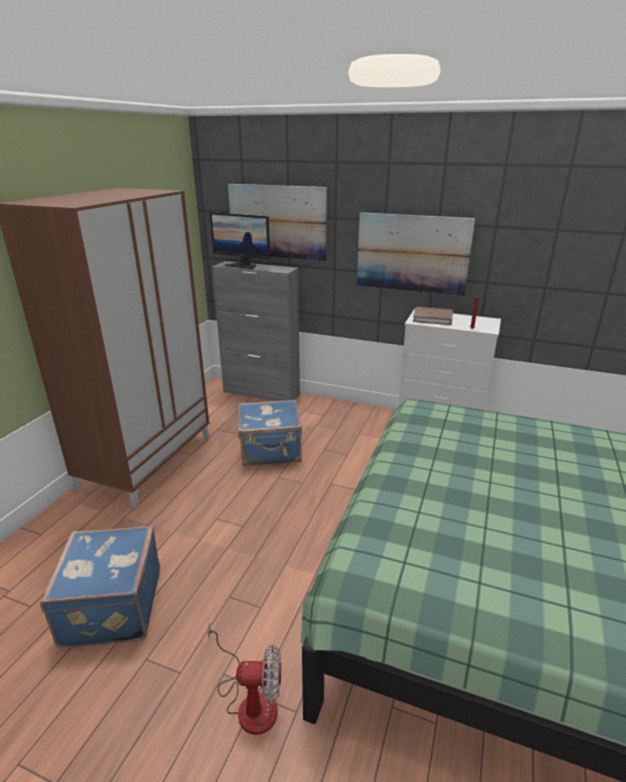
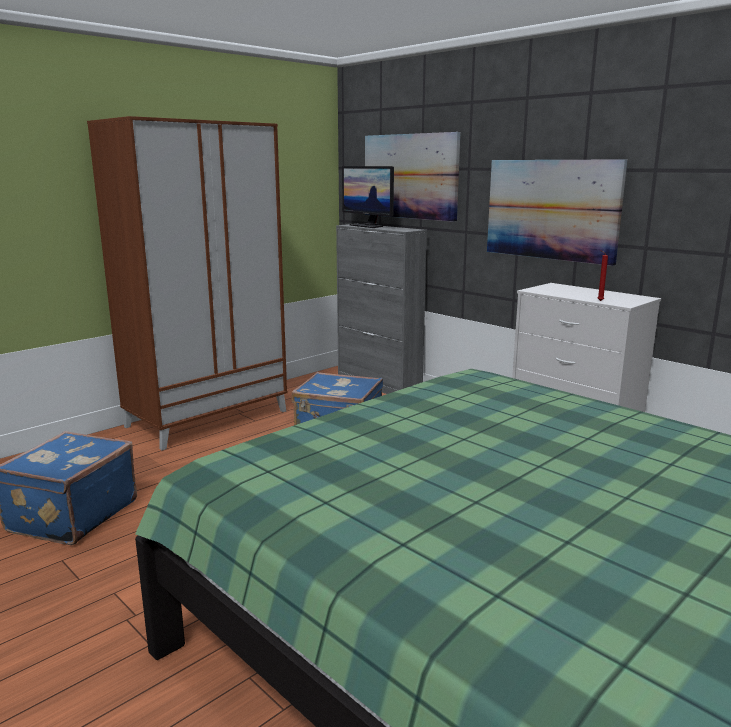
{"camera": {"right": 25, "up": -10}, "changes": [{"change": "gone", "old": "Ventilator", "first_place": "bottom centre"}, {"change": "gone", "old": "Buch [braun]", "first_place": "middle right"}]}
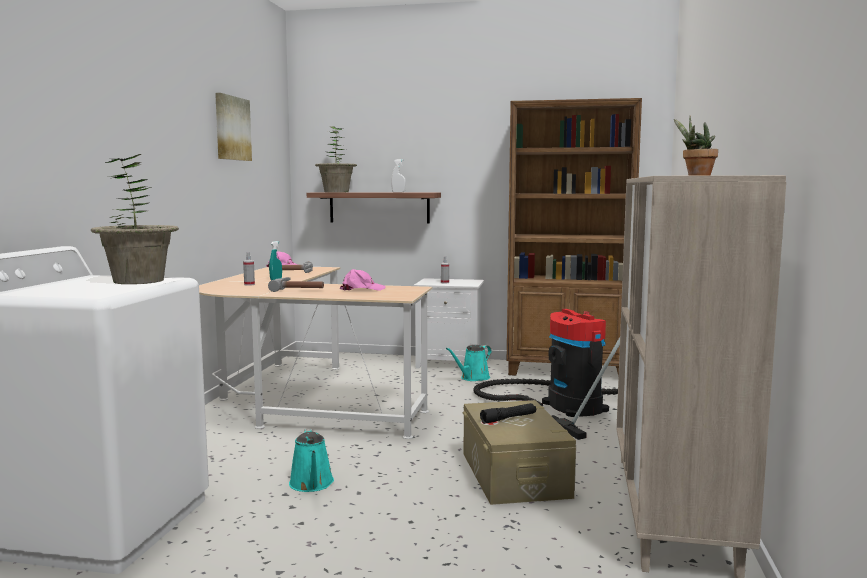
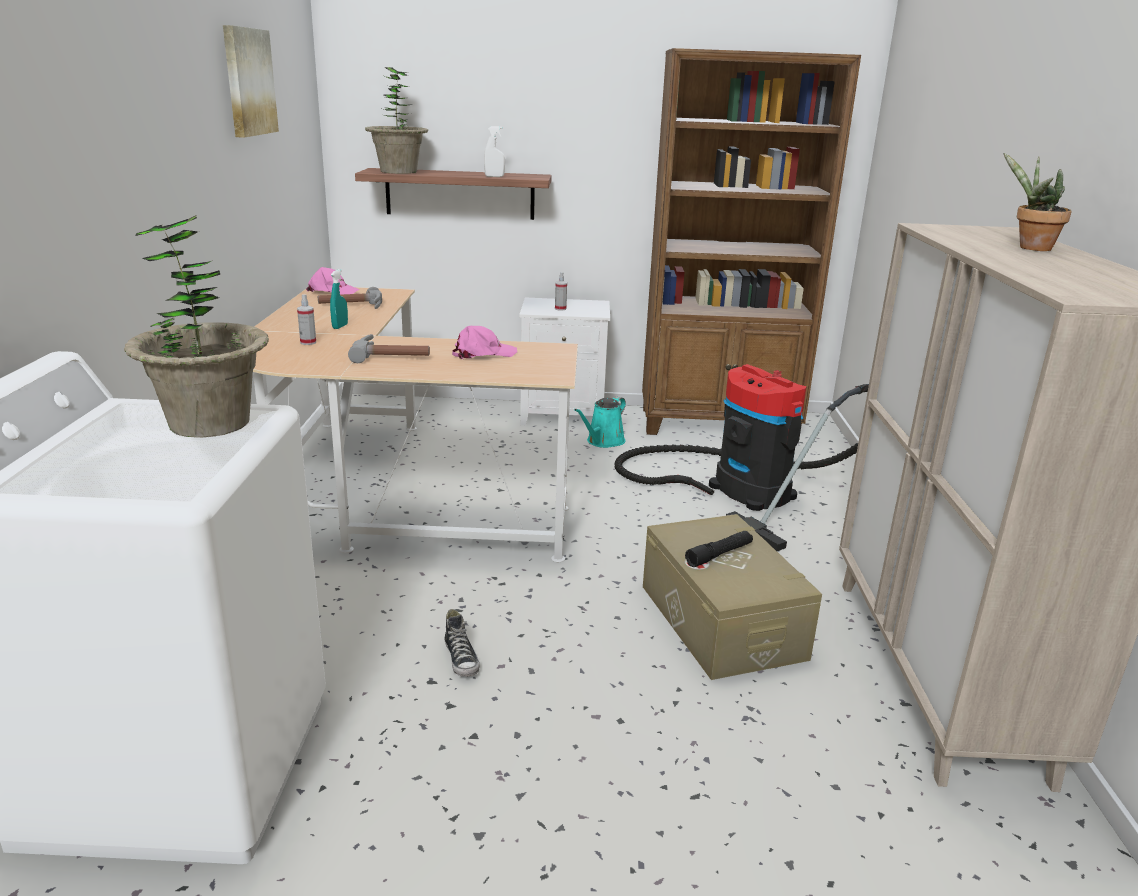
{"camera": {"right": -10, "up": 15}, "changes": [{"change": "swapped", "old": "Gießkanne [türkis] (no. 1 from left)", "new": "Schuh", "first_place": "bottom centre", "second_place": "bottom centre"}]}
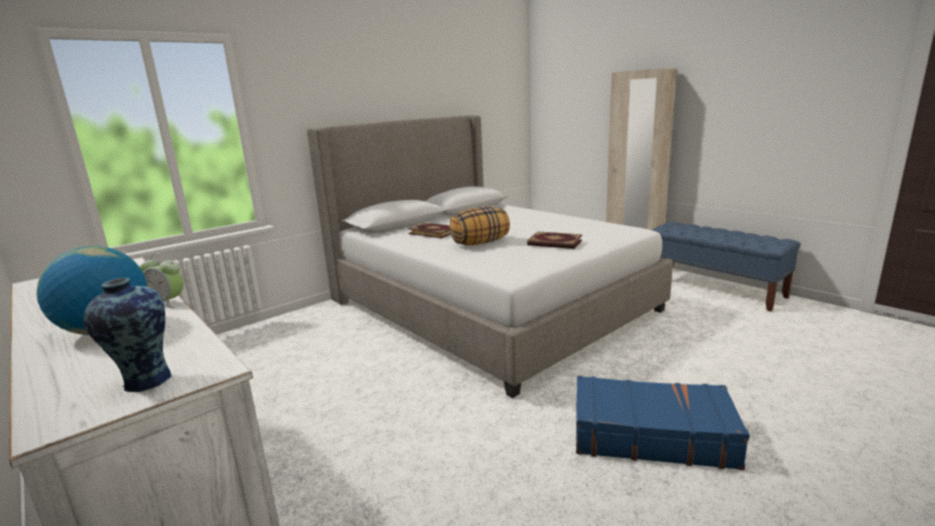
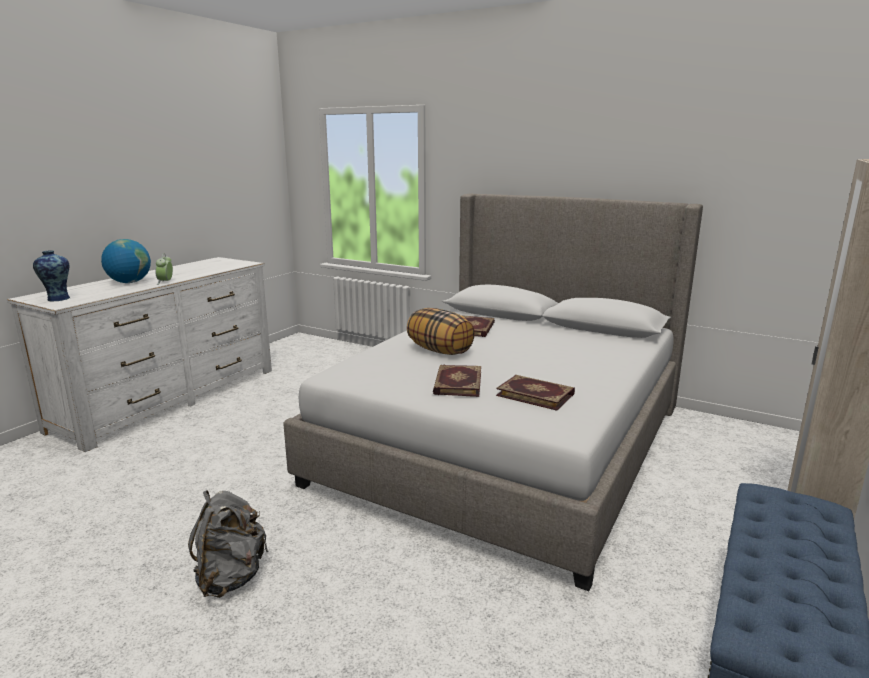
{"camera": {"right": 70, "up": 0}, "changes": [{"change": "swapped", "old": "Koffer [blau]", "new": "Rucksack [grau]", "first_place": "bottom right", "second_place": "bottom left"}, {"change": "new", "new": "Buch (no. 3 from left)", "second_place": "centre"}]}
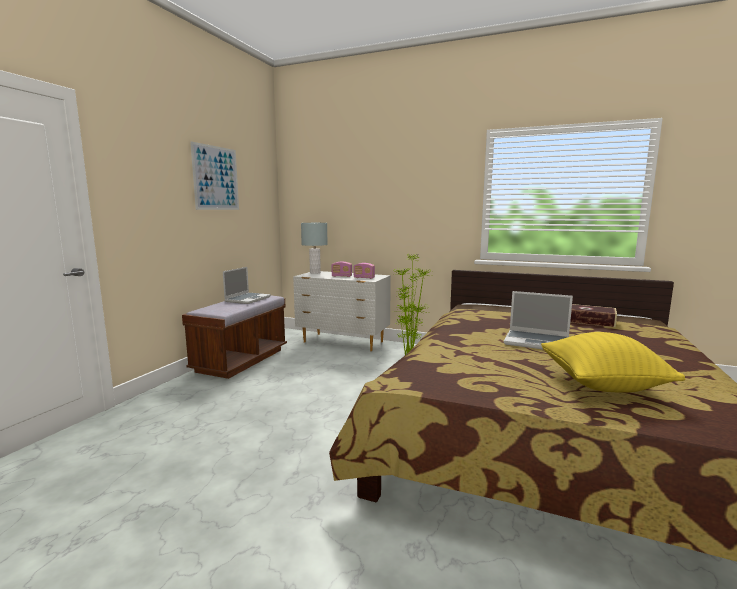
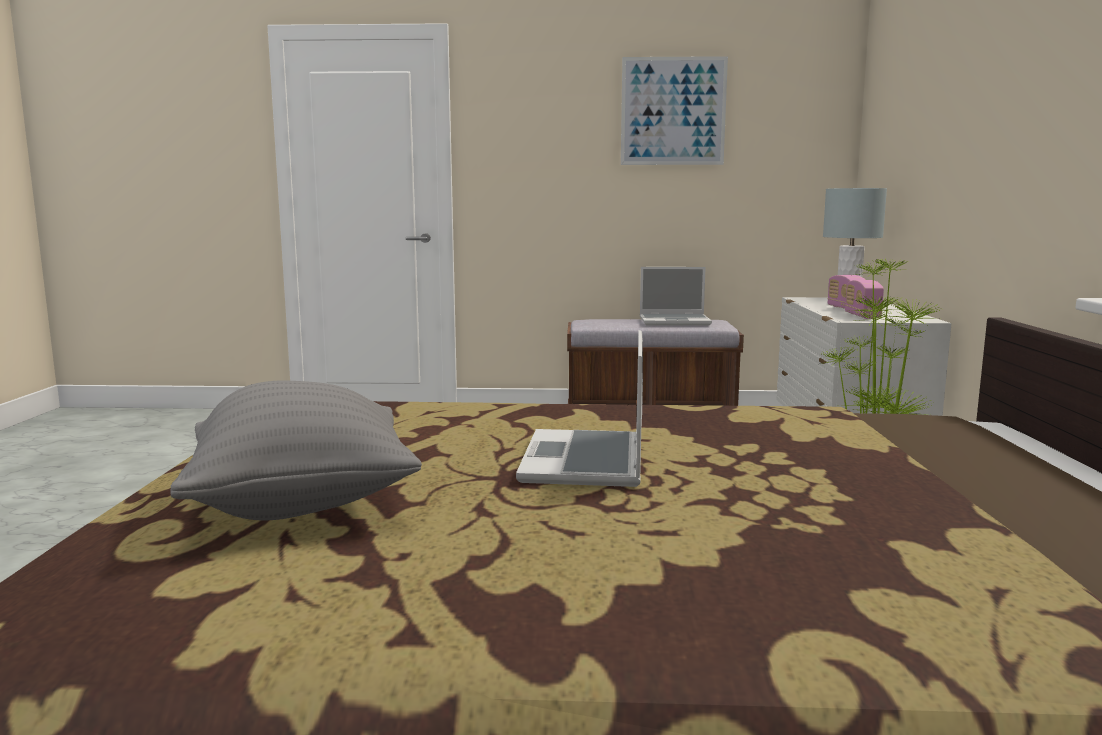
{"camera": {"right": 70, "up": 0}, "changes": [{"change": "repainted", "old": "Kissen [gelb]", "new": "Kissen [grau]", "first_place": "middle right", "second_place": "middle left"}, {"change": "gone", "old": "Buch", "first_place": "middle right"}]}
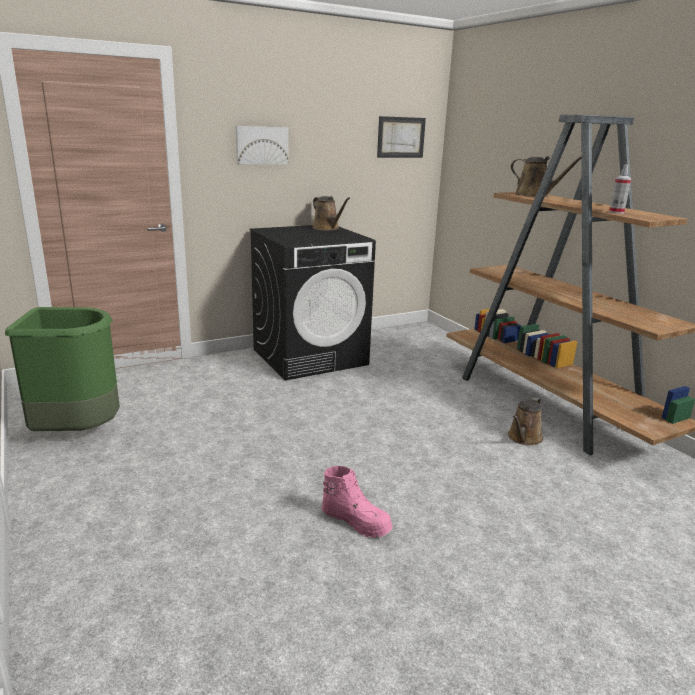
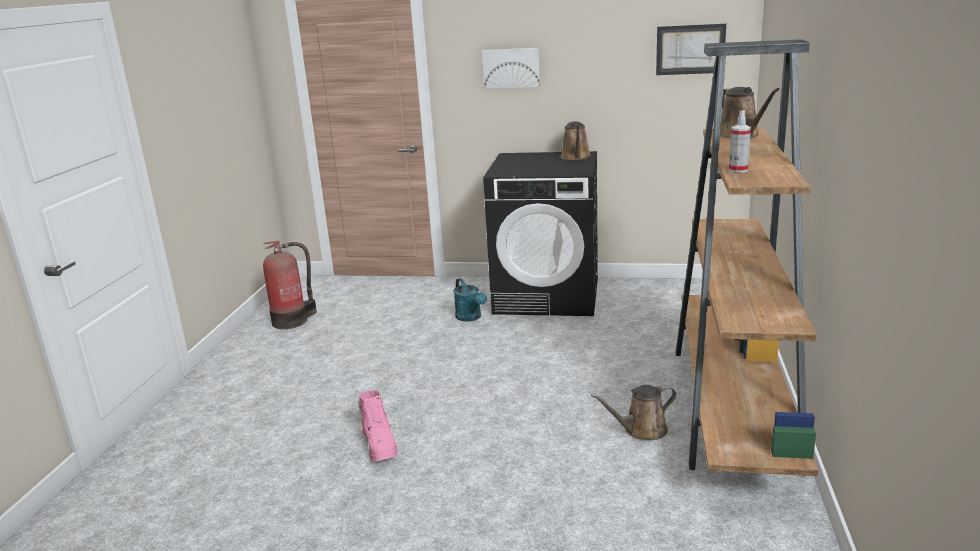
{"camera": {"right": 40, "up": 0}, "changes": [{"change": "swapped", "old": "Mülleimer [grün]", "new": "Feuerlöscher", "first_place": "middle left", "second_place": "middle left"}, {"change": "new", "new": "Gießkanne [türkis]", "second_place": "centre"}]}
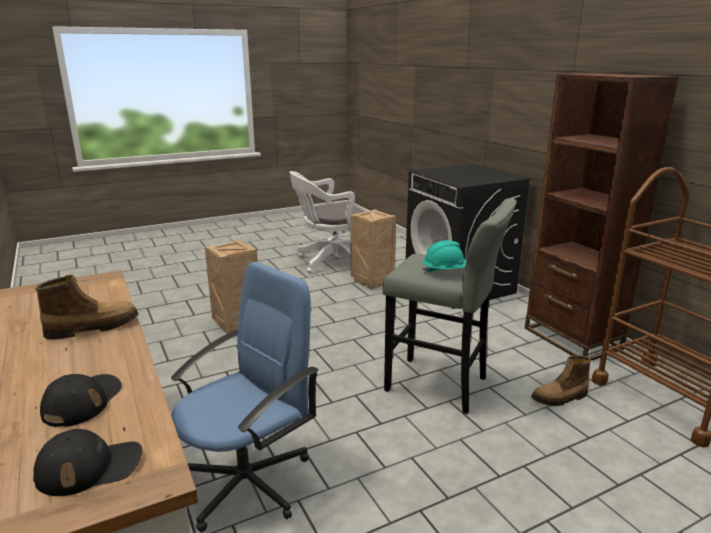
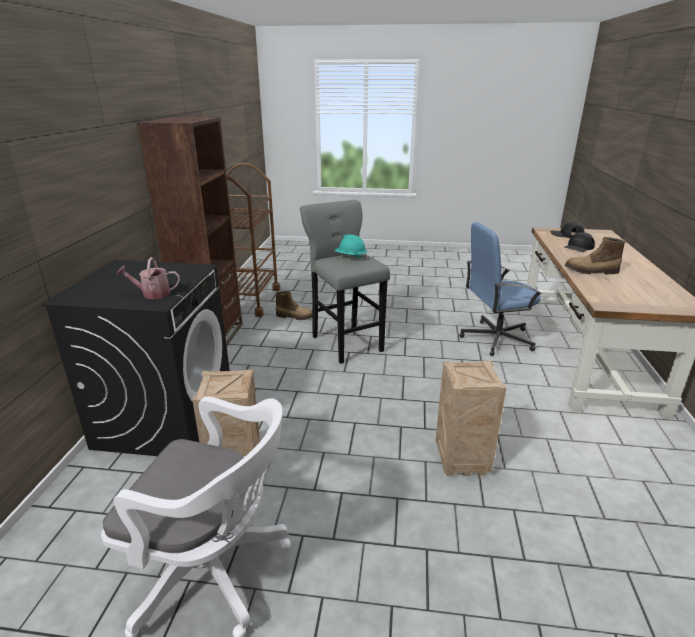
{"camera": {"right": -145, "up": 5}, "changes": [{"change": "new", "new": "Gießkanne", "second_place": "middle left"}]}
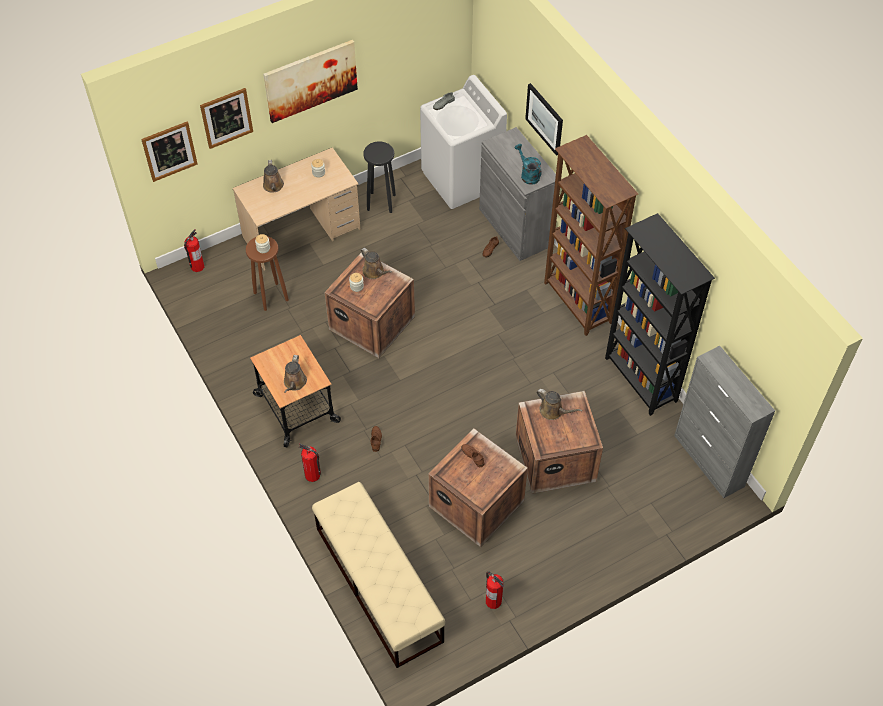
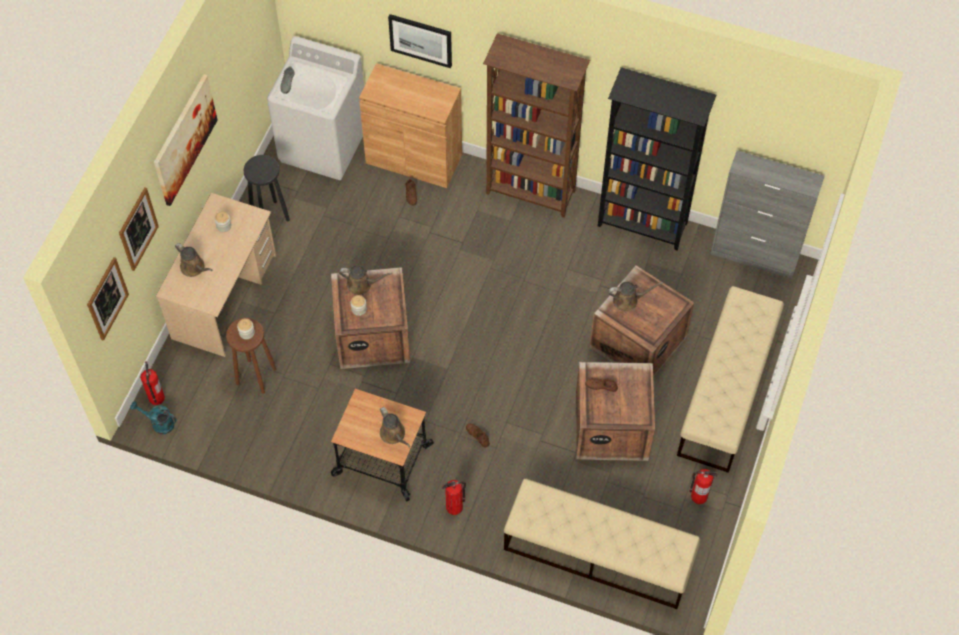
{"camera": {"right": -40, "up": 5}, "changes": [{"change": "shifted", "old": "Gießkanne [türkis]", "first_place": "top centre", "second_place": "middle left"}, {"change": "repainted", "old": "Schrank [grau] (no. 1 from left)", "new": "Schrank [braun]", "first_place": "top centre", "second_place": "top centre"}, {"change": "new", "new": "Bank [beige] (no. 2 from left)", "second_place": "middle right"}]}
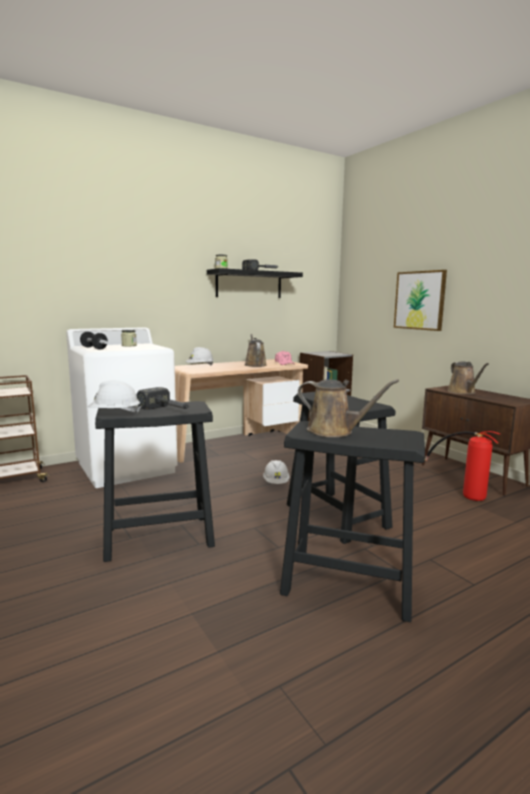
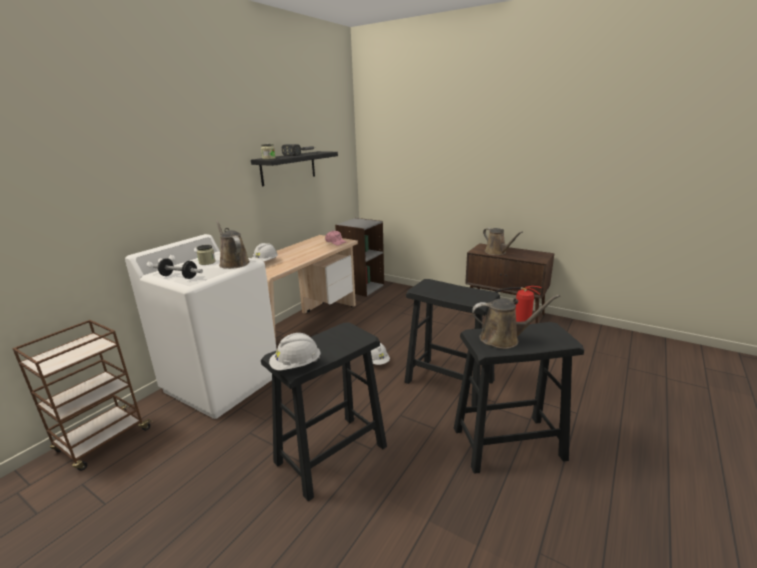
{"camera": {"right": -25, "up": 10}, "changes": [{"change": "shifted", "old": "Gießkanne [braun] (no. 1 from left)", "first_place": "centre", "second_place": "middle left"}, {"change": "gone", "old": "Hammer (no. 1 from left)", "first_place": "middle left"}, {"change": "gone", "old": "Bild", "first_place": "middle right"}]}
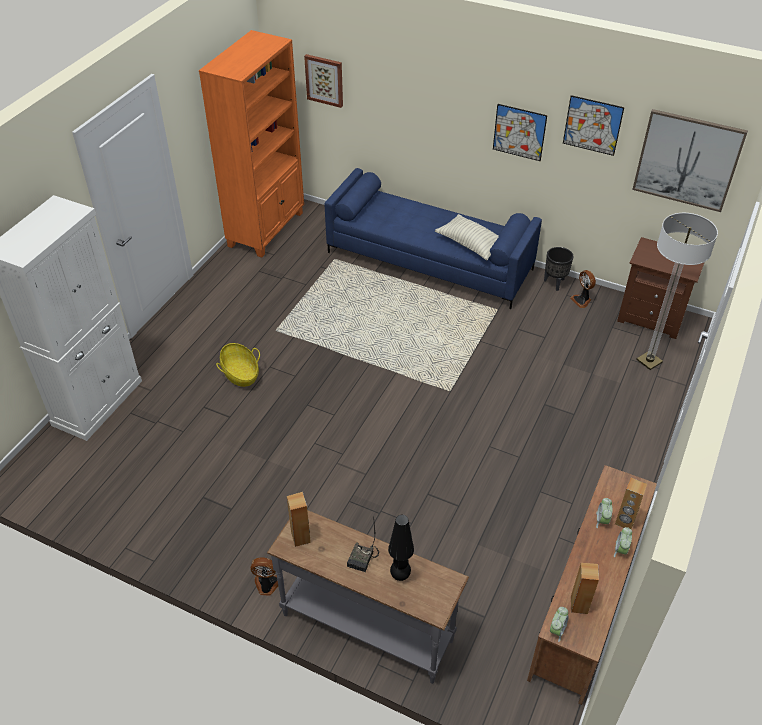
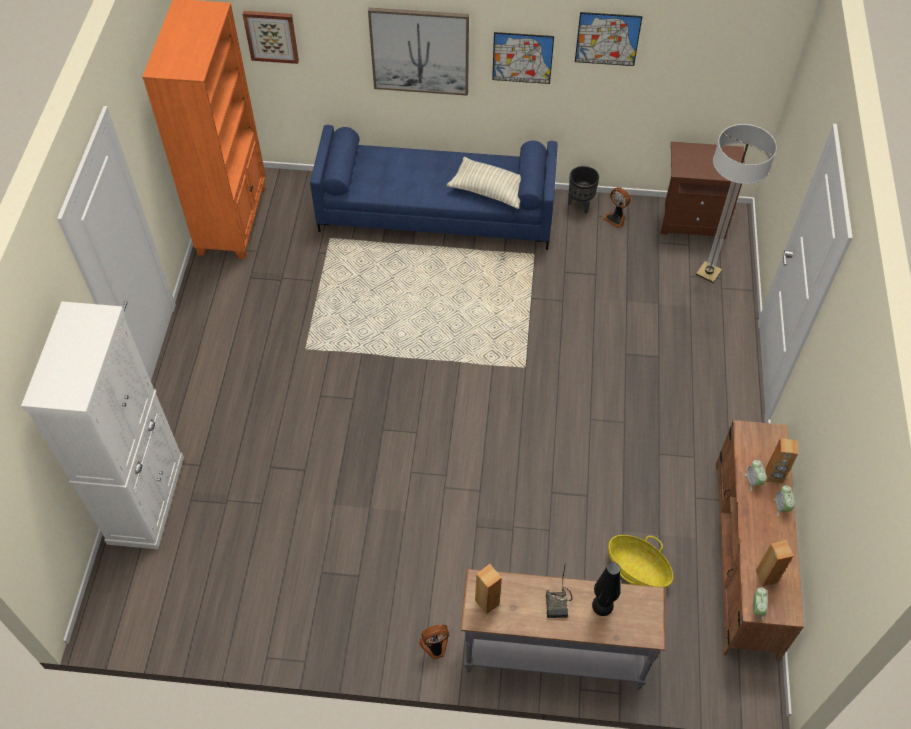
{"camera": {"right": -20, "up": 10}, "changes": [{"change": "shifted", "old": "Bild (no. 4 from left in the first image)", "new": "Bild (no. 2 from left)", "first_place": "top right", "second_place": "top centre"}, {"change": "shifted", "old": "Korb", "first_place": "middle left", "second_place": "bottom right"}]}
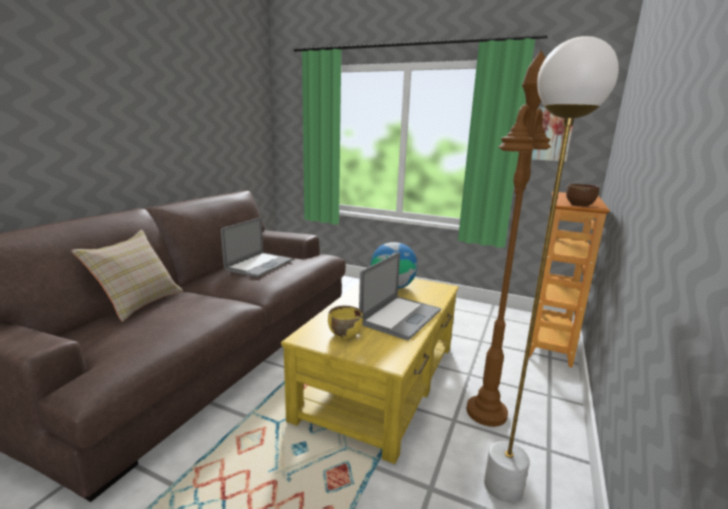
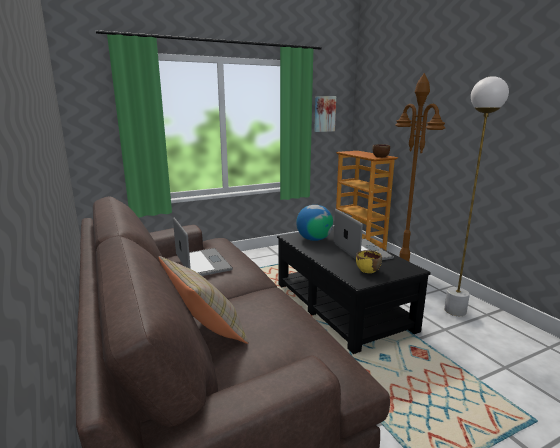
{"camera": {"right": -50, "up": 0}, "changes": [{"change": "repainted", "old": "Couchtisch [gelb]", "new": "Couchtisch [schwarz]", "first_place": "bottom centre", "second_place": "centre"}]}
